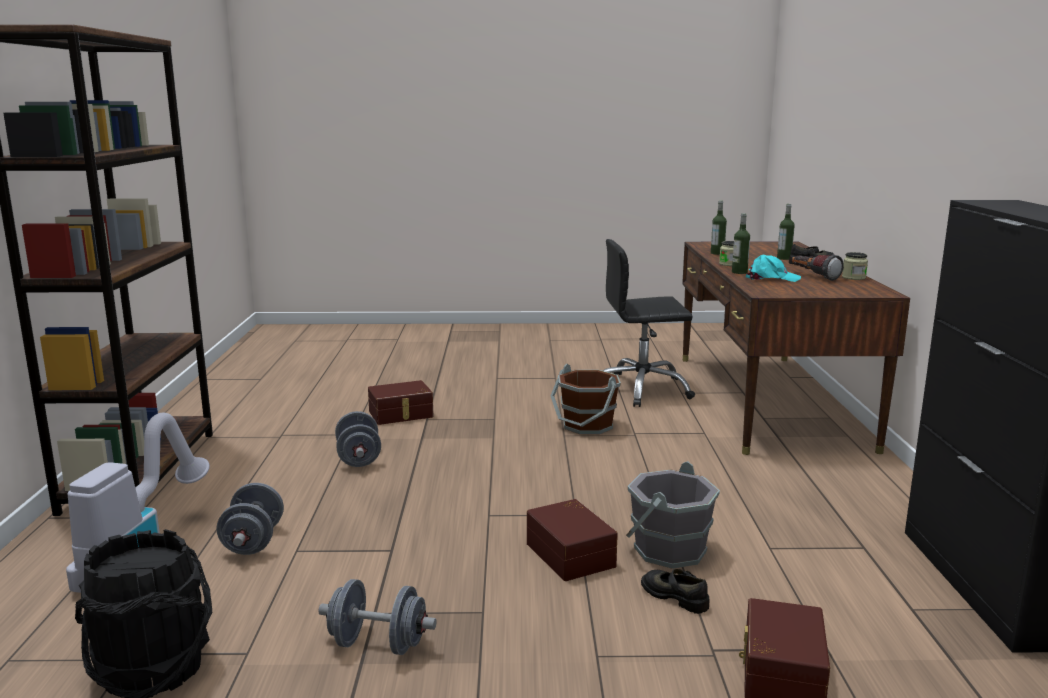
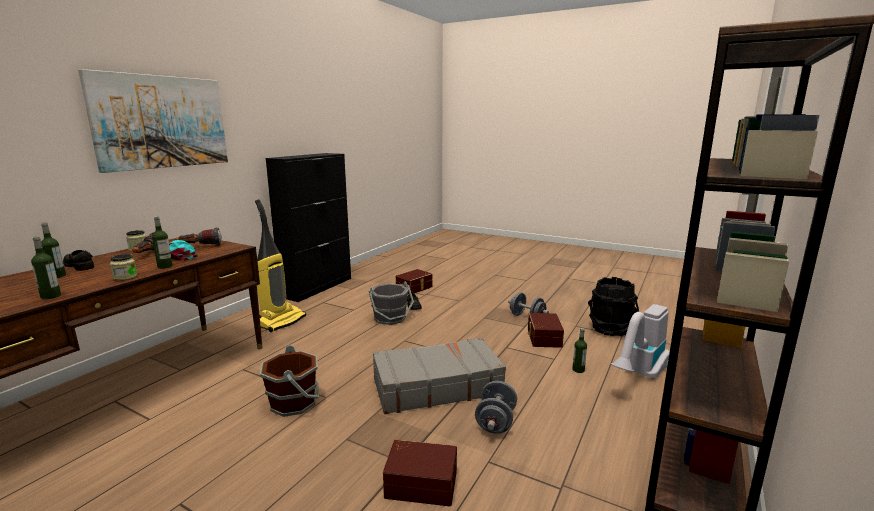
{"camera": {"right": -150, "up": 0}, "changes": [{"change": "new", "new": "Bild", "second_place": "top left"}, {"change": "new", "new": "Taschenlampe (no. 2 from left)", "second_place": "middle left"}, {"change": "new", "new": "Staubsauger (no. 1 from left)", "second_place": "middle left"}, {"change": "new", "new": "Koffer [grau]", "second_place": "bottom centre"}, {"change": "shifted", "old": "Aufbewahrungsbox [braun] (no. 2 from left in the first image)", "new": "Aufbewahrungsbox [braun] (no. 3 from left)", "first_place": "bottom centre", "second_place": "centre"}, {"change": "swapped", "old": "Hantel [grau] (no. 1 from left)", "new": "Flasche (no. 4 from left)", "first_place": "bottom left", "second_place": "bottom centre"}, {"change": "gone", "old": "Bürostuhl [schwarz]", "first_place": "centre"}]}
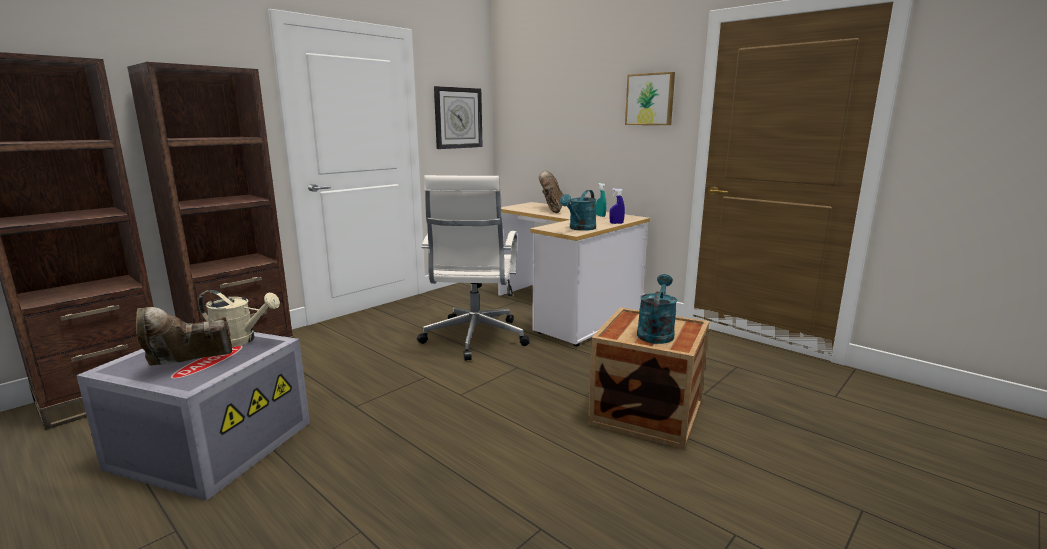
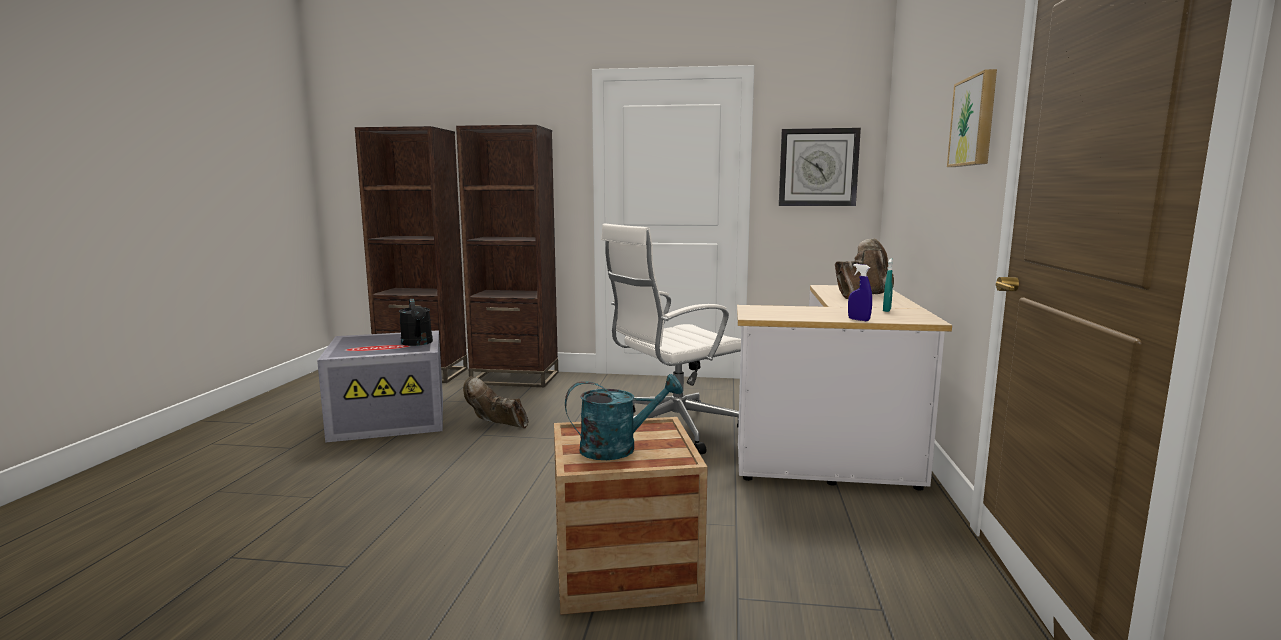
{"camera": {"right": 55, "up": -5}, "changes": [{"change": "repainted", "old": "Gießkanne [beige]", "new": "Gießkanne [schwarz]", "first_place": "middle left", "second_place": "middle left"}, {"change": "shifted", "old": "Stiefel [braun] (no. 1 from left)", "first_place": "middle left", "second_place": "centre"}, {"change": "gone", "old": "Gießkanne [türkis] (no. 1 from left)", "first_place": "centre"}]}
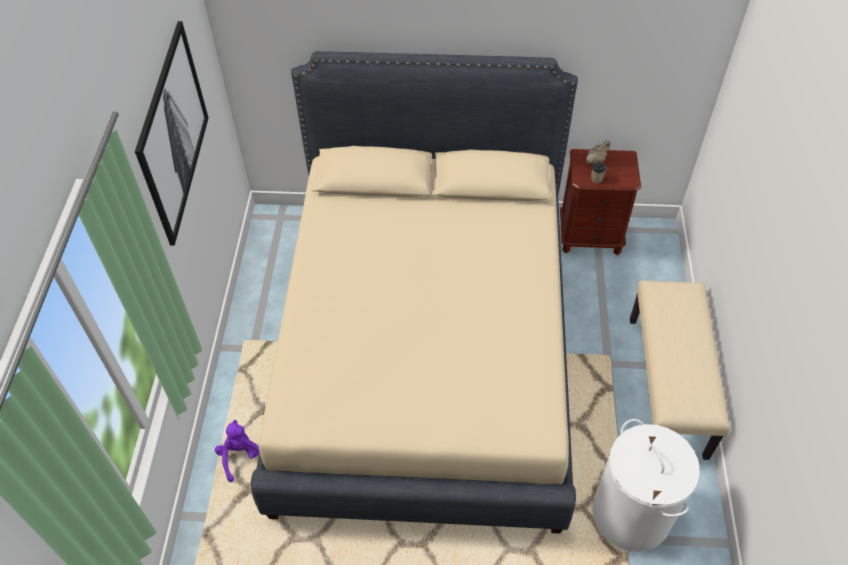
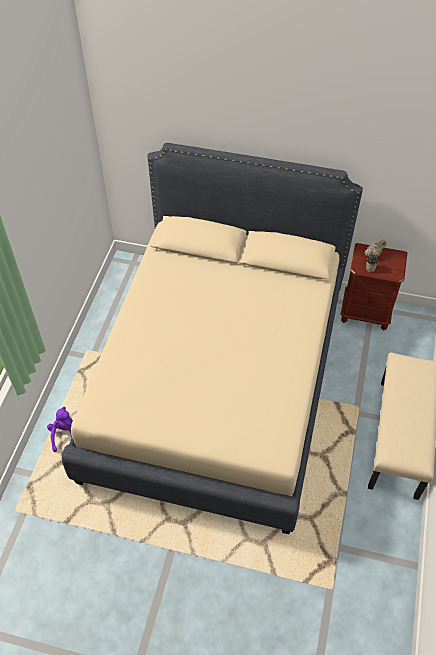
{"camera": {"right": 10, "up": 0}, "changes": [{"change": "gone", "old": "Bild", "first_place": "top left"}, {"change": "gone", "old": "Wäschekorb [weiß]", "first_place": "bottom right"}]}
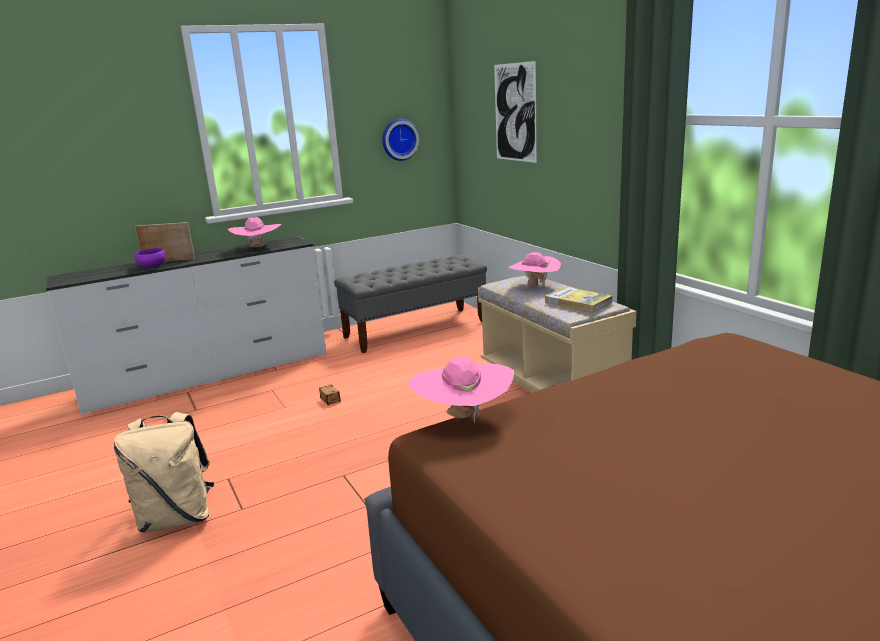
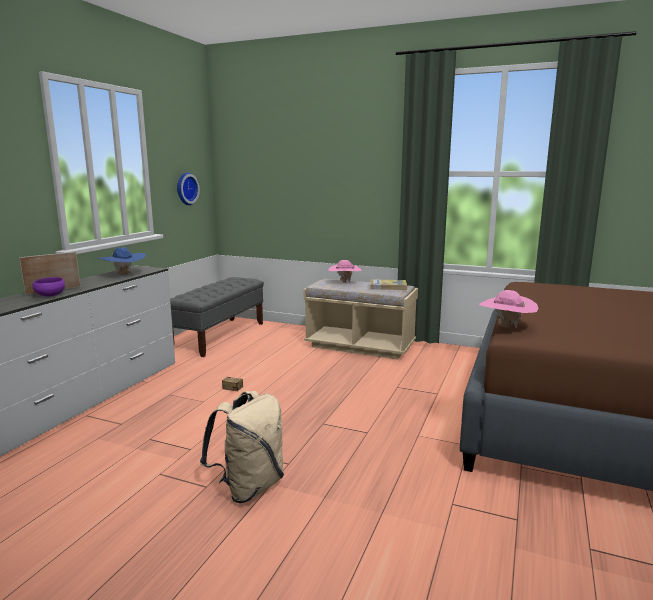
{"camera": {"right": -40, "up": -5}, "changes": [{"change": "repainted", "old": "Hut [rosa] (no. 1 from left)", "new": "Hut [blau]", "first_place": "middle left", "second_place": "middle left"}, {"change": "gone", "old": "Bild", "first_place": "top centre"}]}
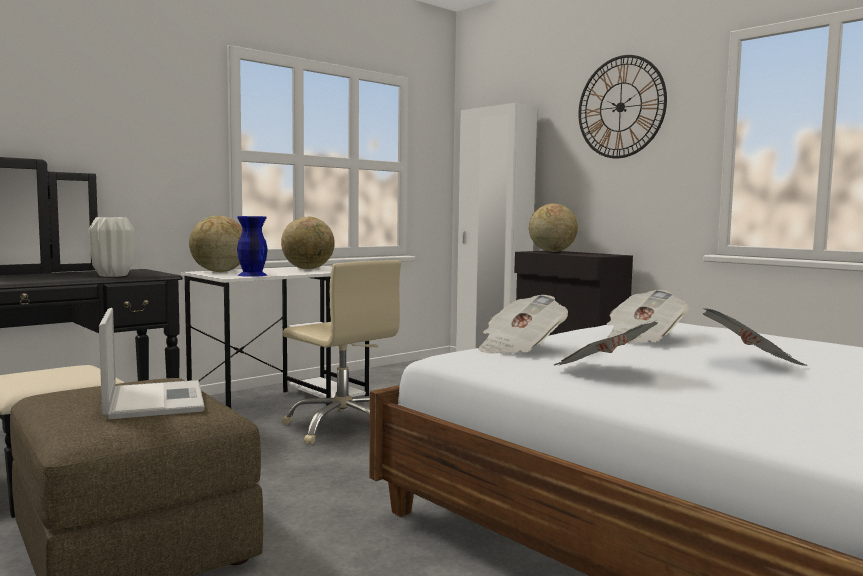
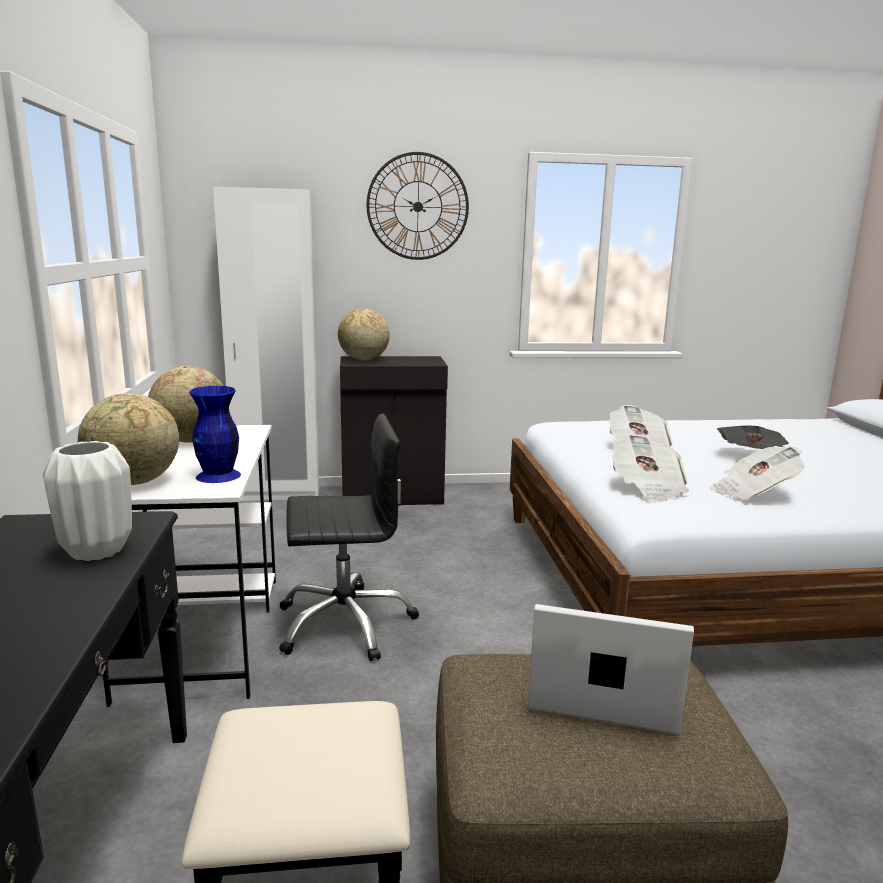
{"camera": {"right": -55, "up": 10}, "changes": [{"change": "repainted", "old": "Bürostuhl [beige]", "new": "Bürostuhl [schwarz]", "first_place": "centre", "second_place": "centre"}]}
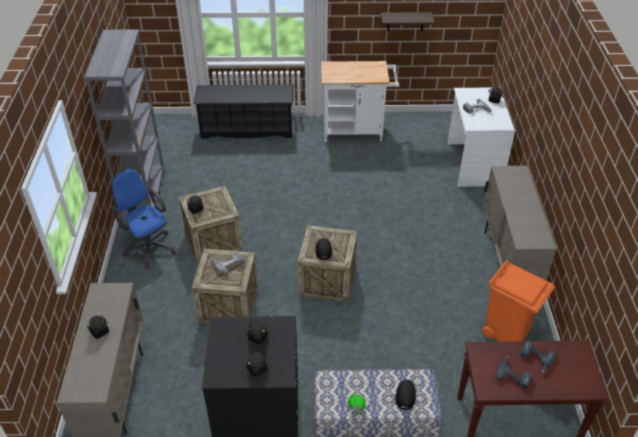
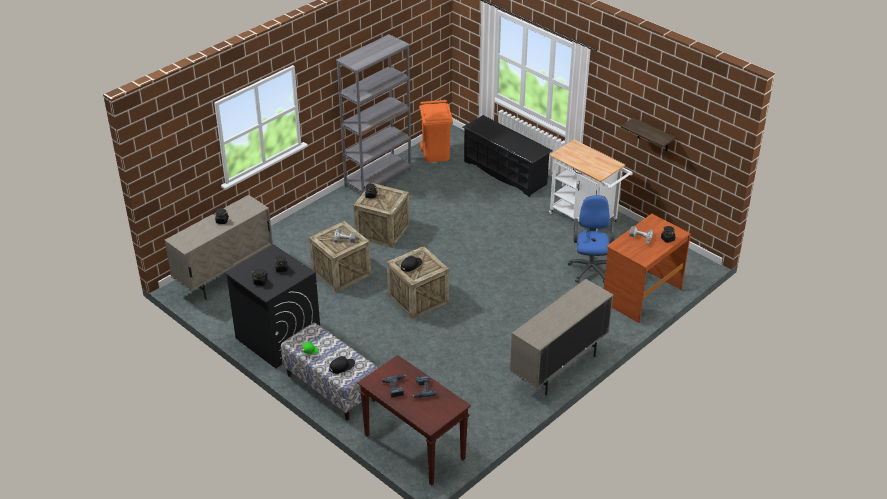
{"camera": {"right": 45, "up": -5}, "changes": [{"change": "shifted", "old": "Mülleimer [orange]", "first_place": "bottom right", "second_place": "top centre"}, {"change": "shifted", "old": "Bürostuhl [blau]", "first_place": "middle left", "second_place": "centre"}, {"change": "repainted", "old": "Schreibtisch [weiß]", "new": "Schreibtisch [braun]", "first_place": "top right", "second_place": "middle right"}]}
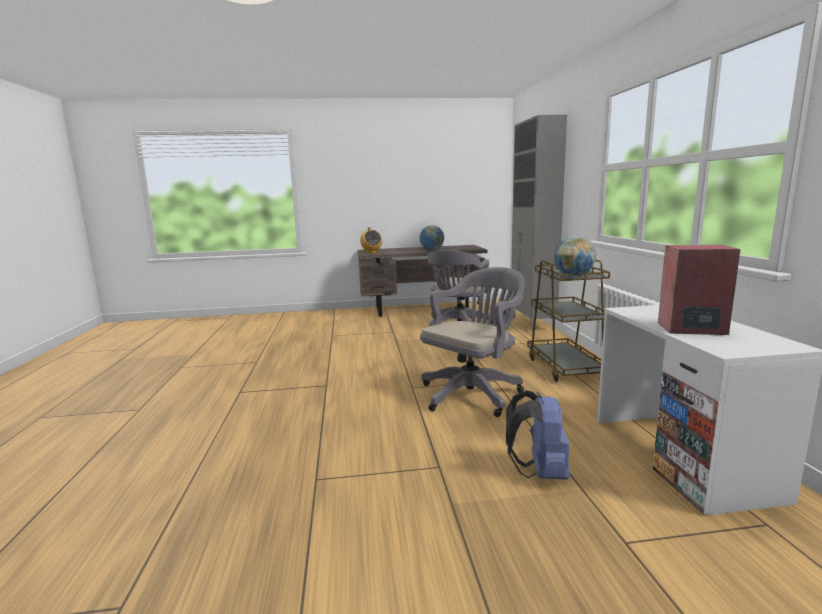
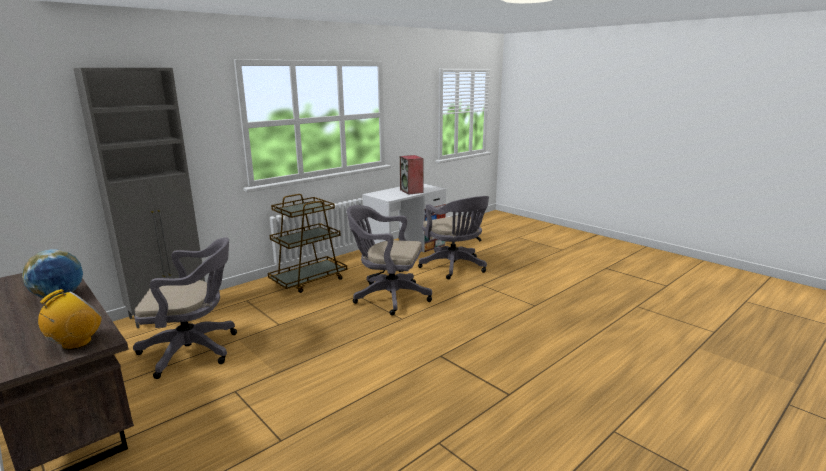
{"camera": {"right": -125, "up": 5}, "changes": [{"change": "swapped", "old": "Rucksack [blau]", "new": "Bürostuhl [grau] (no. 3 from left)", "first_place": "bottom centre", "second_place": "centre"}, {"change": "gone", "old": "Globus (no. 2 from left)", "first_place": "middle right"}]}
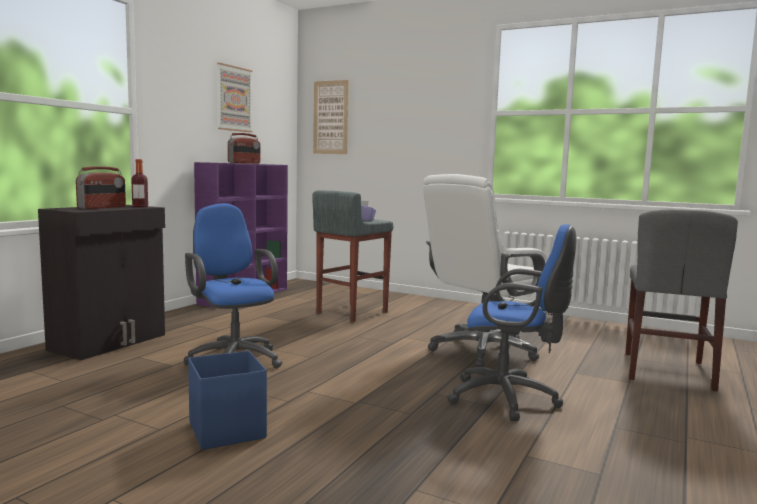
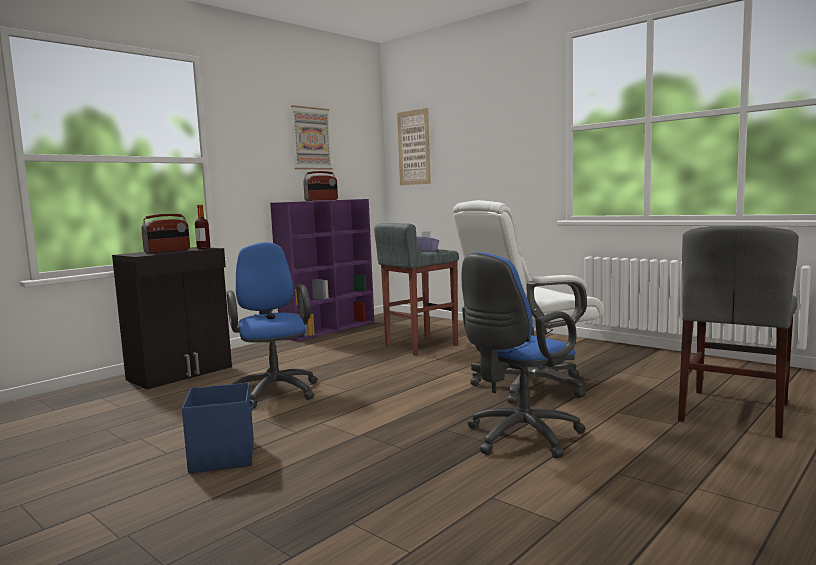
{"camera": {"right": 15, "up": 0}, "changes": [{"change": "rotated", "old": "Bürostuhl [blau] (no. 2 from left)", "first_place": "middle right", "second_place": "centre", "degrees": 105}]}
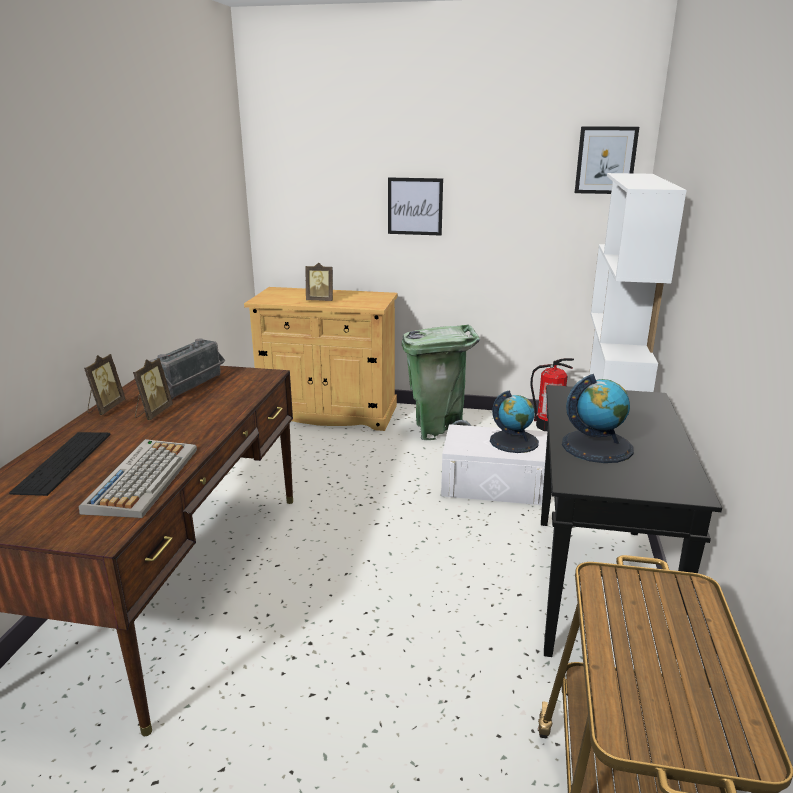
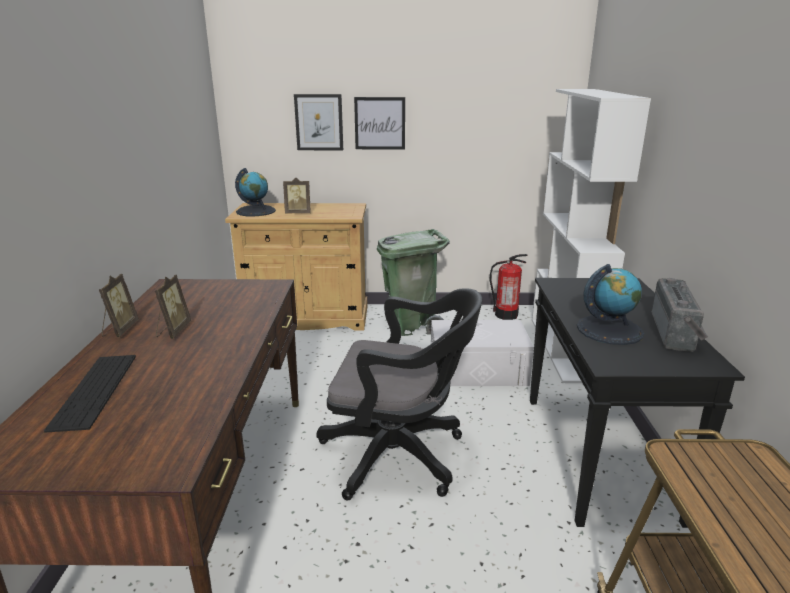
{"camera": {"right": -10, "up": 0}, "changes": [{"change": "shifted", "old": "Globus (no. 1 from left)", "first_place": "centre", "second_place": "top left"}, {"change": "shifted", "old": "Bild (no. 2 from left in the first image)", "new": "Bild (no. 1 from left)", "first_place": "top right", "second_place": "top centre"}, {"change": "new", "new": "Bürostuhl [schwarz]", "second_place": "centre"}, {"change": "shifted", "old": "Radio", "first_place": "middle left", "second_place": "middle right"}, {"change": "gone", "old": "Tastatur (no. 2 from left)", "first_place": "middle left"}]}
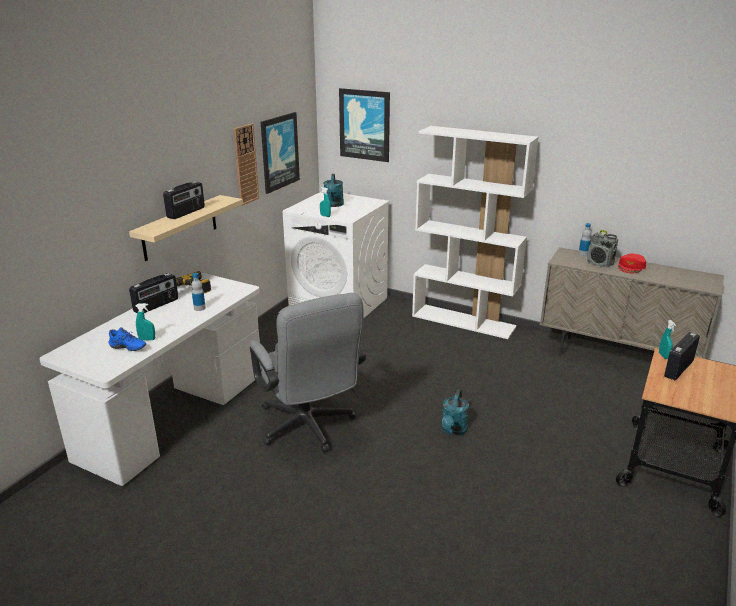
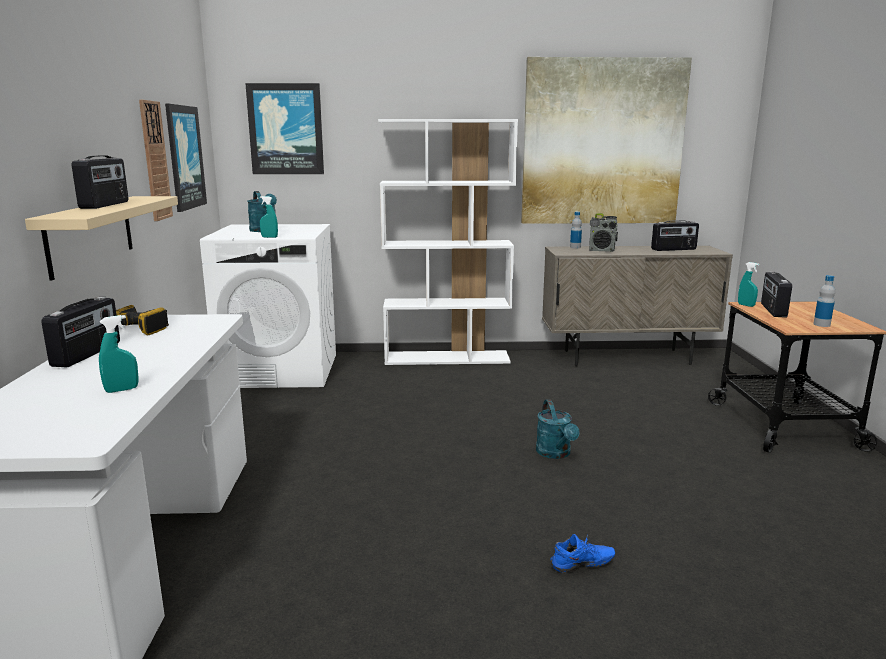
{"camera": {"right": -30, "up": -10}, "changes": [{"change": "new", "new": "Bild (no. 3 from left)", "second_place": "top right"}, {"change": "shifted", "old": "Schuh [blau]", "first_place": "middle left", "second_place": "bottom centre"}, {"change": "new", "new": "Radio (no. 4 from left)", "second_place": "middle right"}, {"change": "shifted", "old": "Flasche (no. 1 from left in the first image)", "new": "Flasche (no. 2 from left)", "first_place": "middle left", "second_place": "middle right"}, {"change": "gone", "old": "Bürostuhl [grau]", "first_place": "centre"}, {"change": "gone", "old": "Kappe [rot]", "first_place": "middle right"}]}
